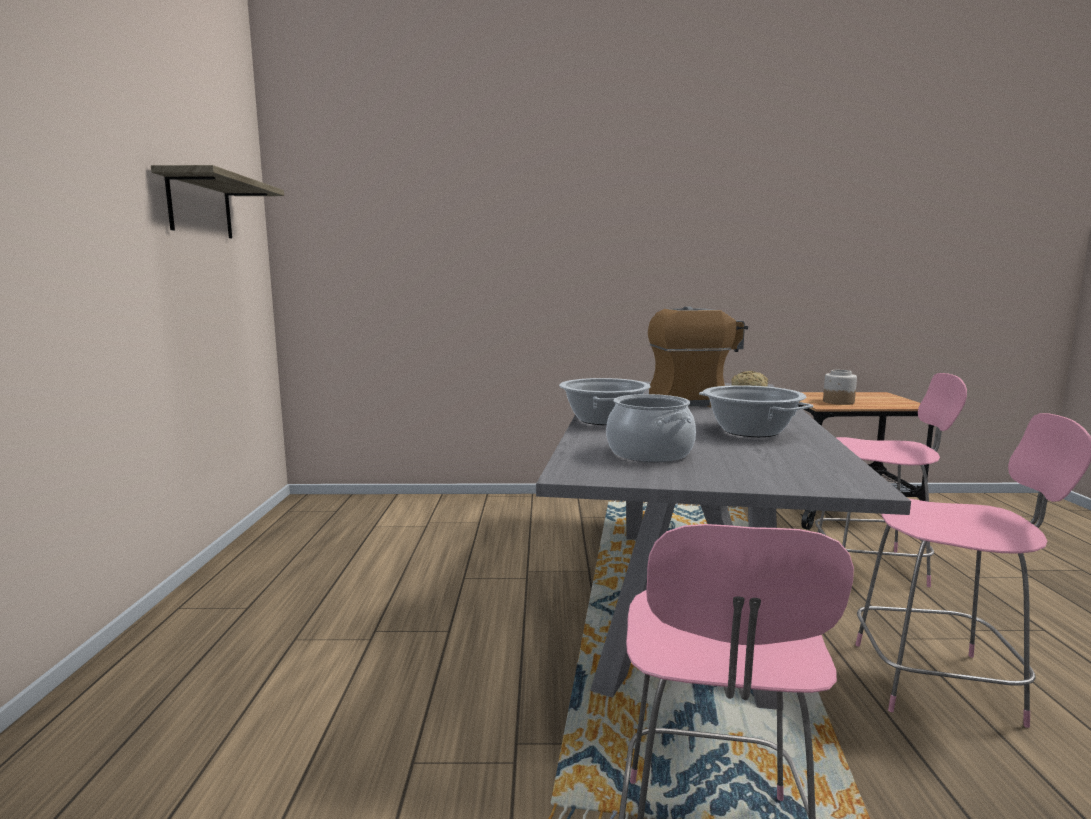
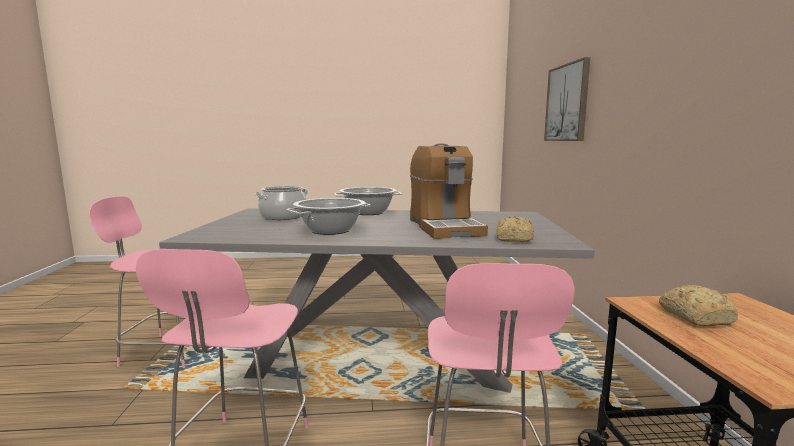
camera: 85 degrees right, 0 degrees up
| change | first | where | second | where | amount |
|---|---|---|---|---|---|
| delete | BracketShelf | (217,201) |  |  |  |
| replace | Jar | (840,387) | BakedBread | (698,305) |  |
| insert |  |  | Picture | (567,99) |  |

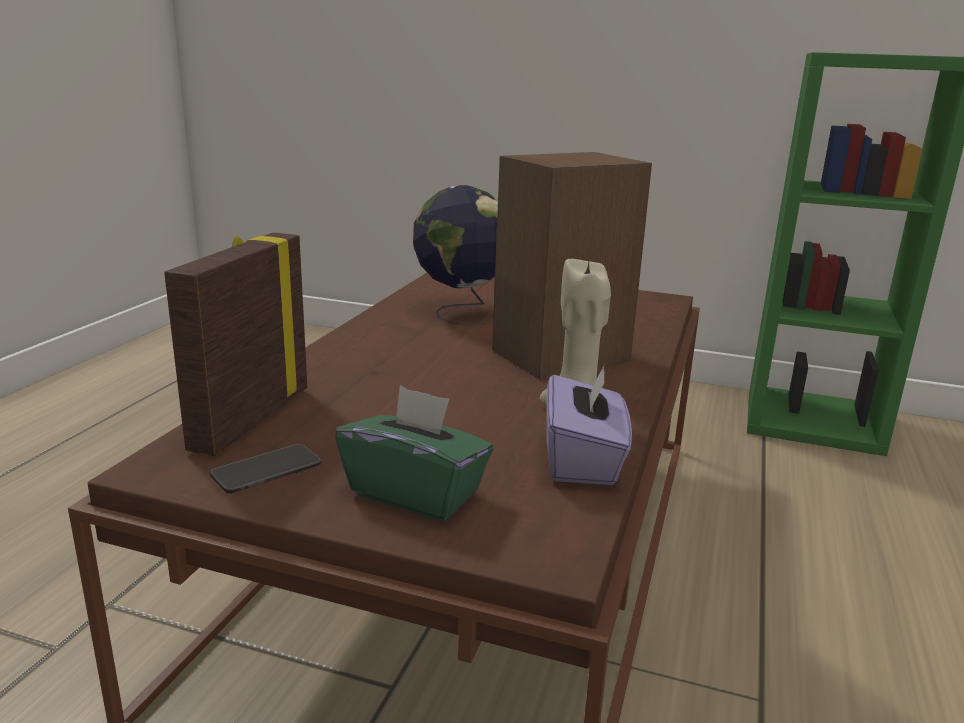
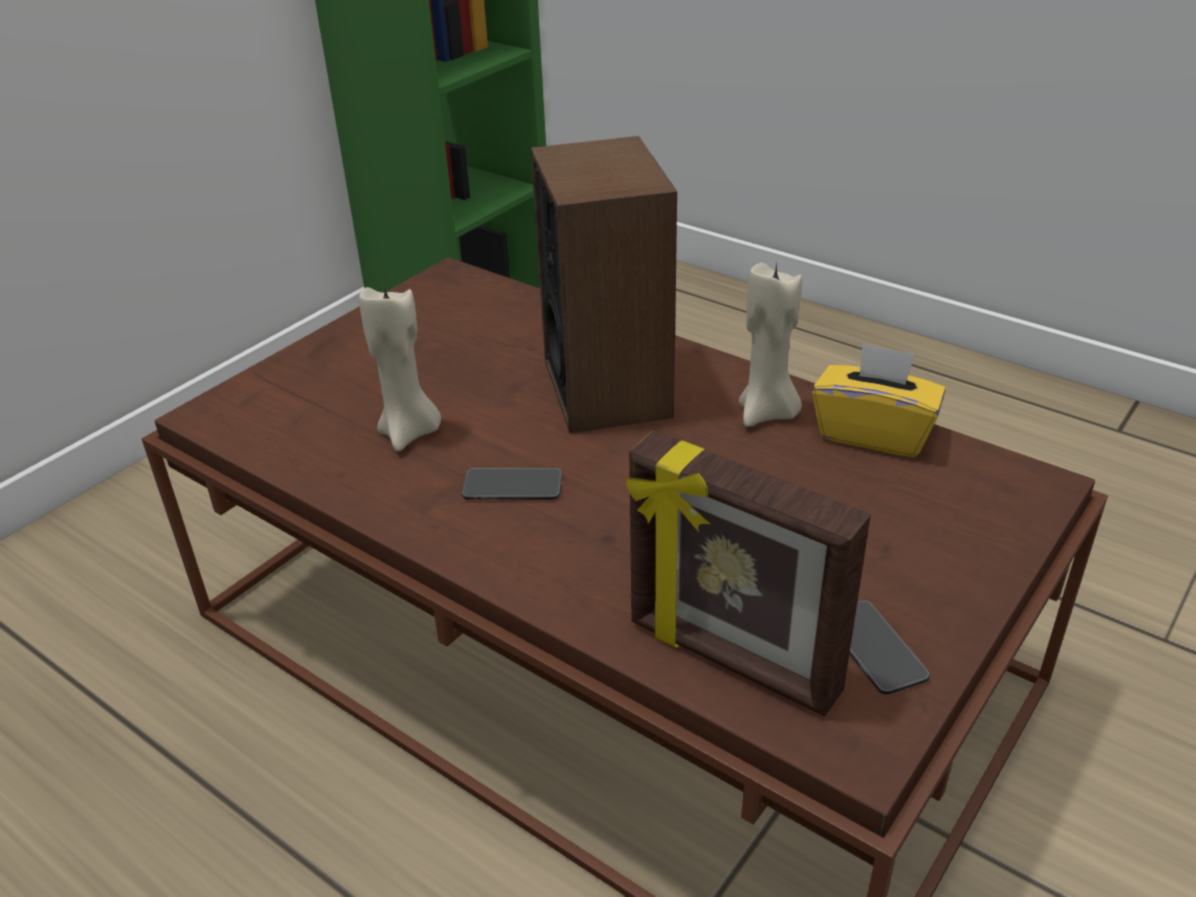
camera: 70 degrees left, 15 degrees up
| change | first | where | second | where | amount |
|---|---|---|---|---|---|
| delete | GreenishTissueHolder | (414,453) |  |  |  |
| replace | WorldGlobe | (455,255) | SandColouredCandle | (400,368) |  |
| recolor | PurpleTissueHolder | (589,424) | YellowColouredTissueHolder | (879,400) |  |
| insert |  |  | Telephone | (512,484) |  |

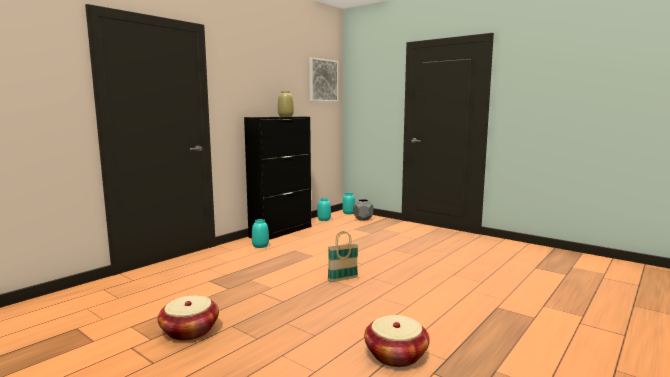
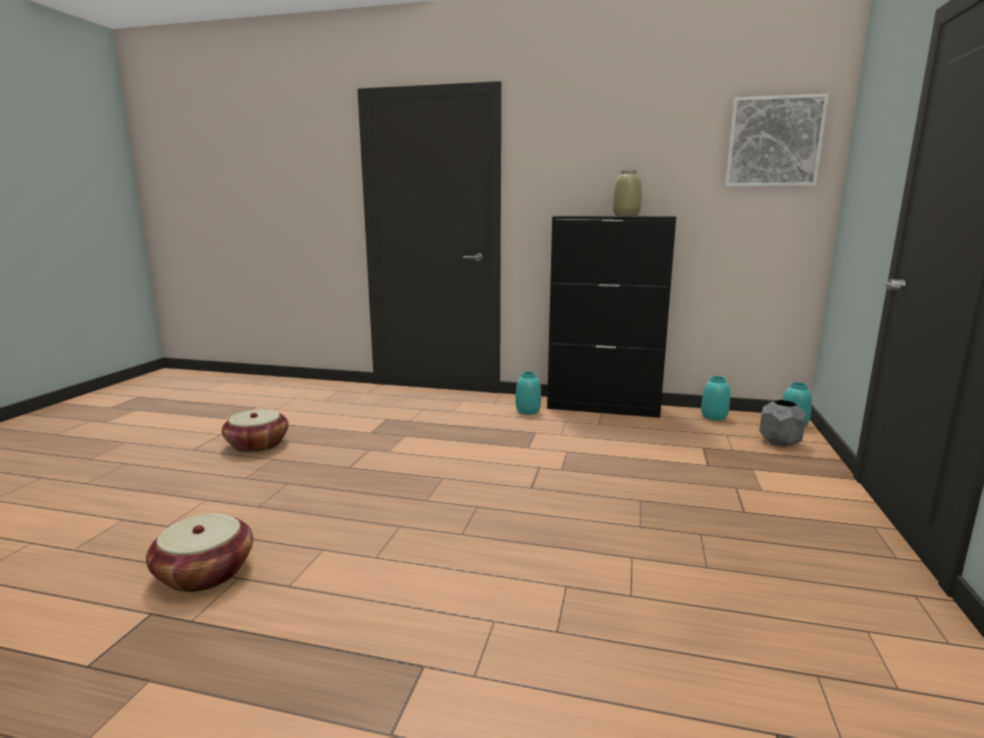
camera: 65 degrees right, 5 degrees up
| change | first | where | second | where | amount |
|---|---|---|---|---|---|
| delete | Basket | (343,256) |  |  |  |

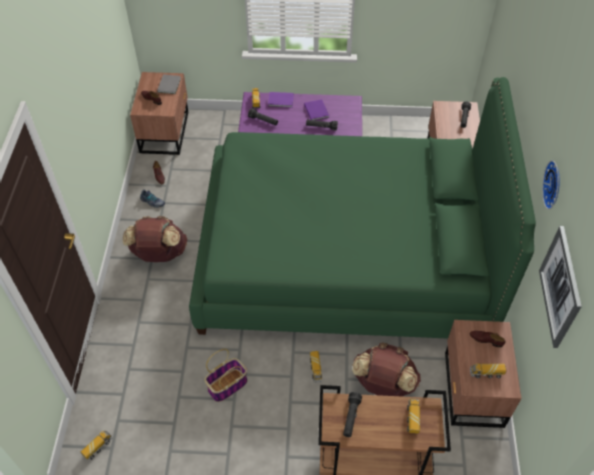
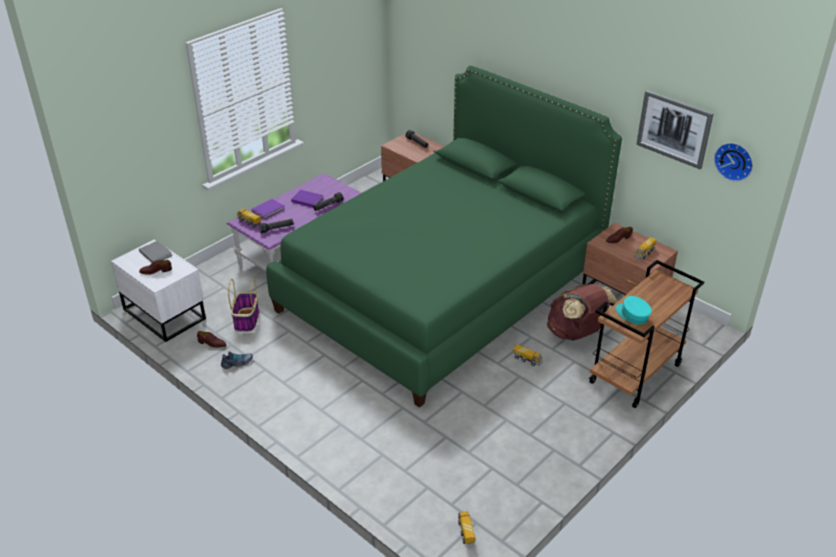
camera: 50 degrees left, 15 degrees down
| change | first | where | second | where | amount |
|---|---|---|---|---|---|
| delete | BrownishRucksack | (155,239) |  |  |  |
| recolor | BrownishBedsideTable | (159,113) | WhiteColouredBedsideTable | (158,291) |  |
| move | Basket | (226,375) |  | (243,305) |  |
| replace | BlackishHandTorch | (352,414) | BlueGreenCap | (634,310) |  |
| delete | ModelTruck | (413,416) |  |  |  |
| move | ClockOnTheWall | (551,184) |  | (733,162) |  |

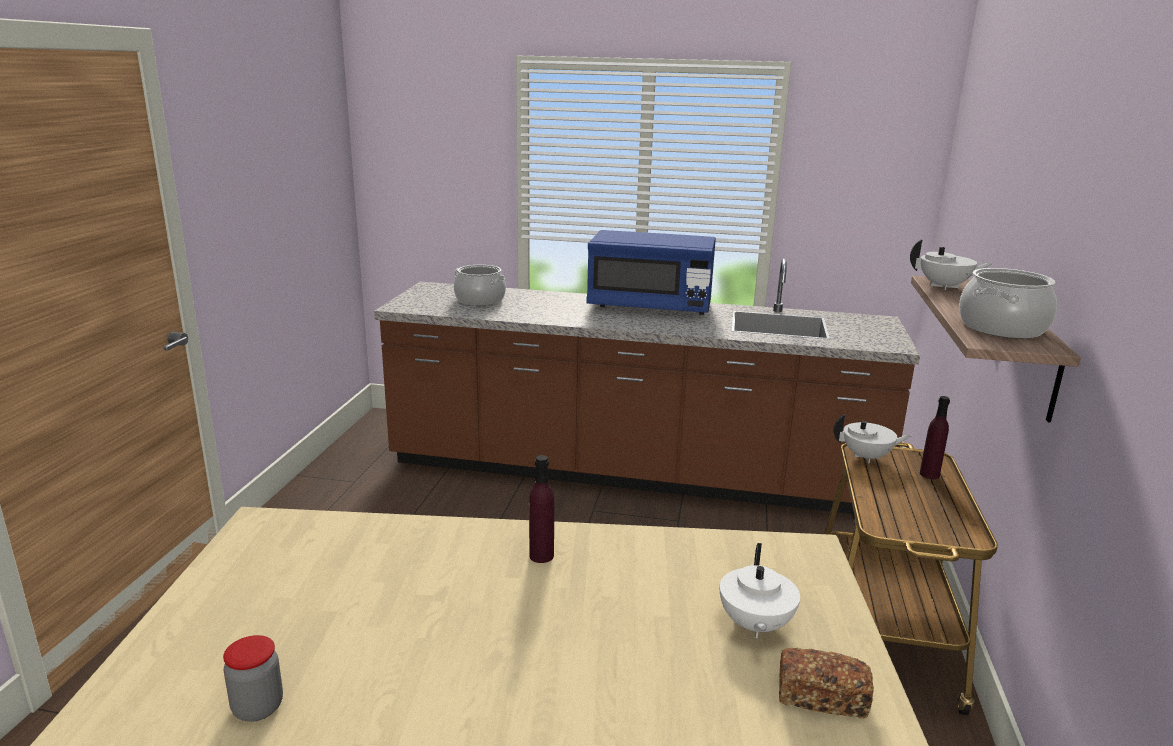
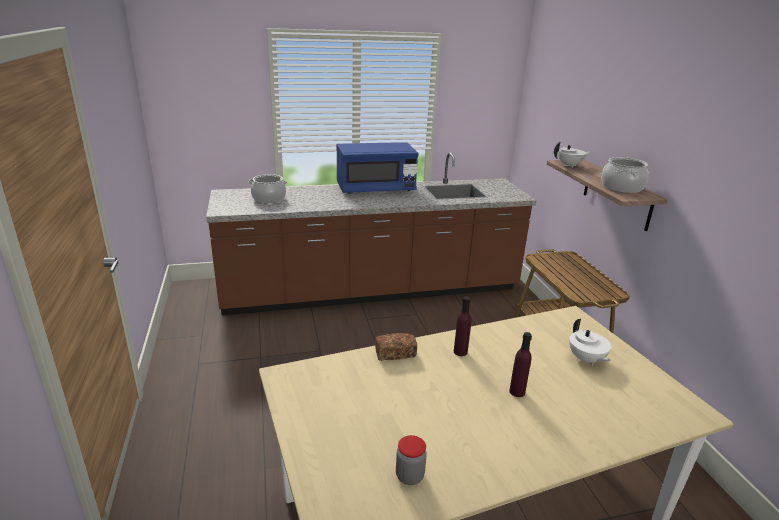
camera: 25 degrees left, 5 degrees up
| change | first | where | second | where | amount |
|---|---|---|---|---|---|
| move | BakedBread | (826,683) |  | (396,347) |  |
| delete | WhiteColouredTeaPot | (873,438) |  |  |  |
| move | PurpleBeverageBottle | (935,437) |  | (520,364) |  |

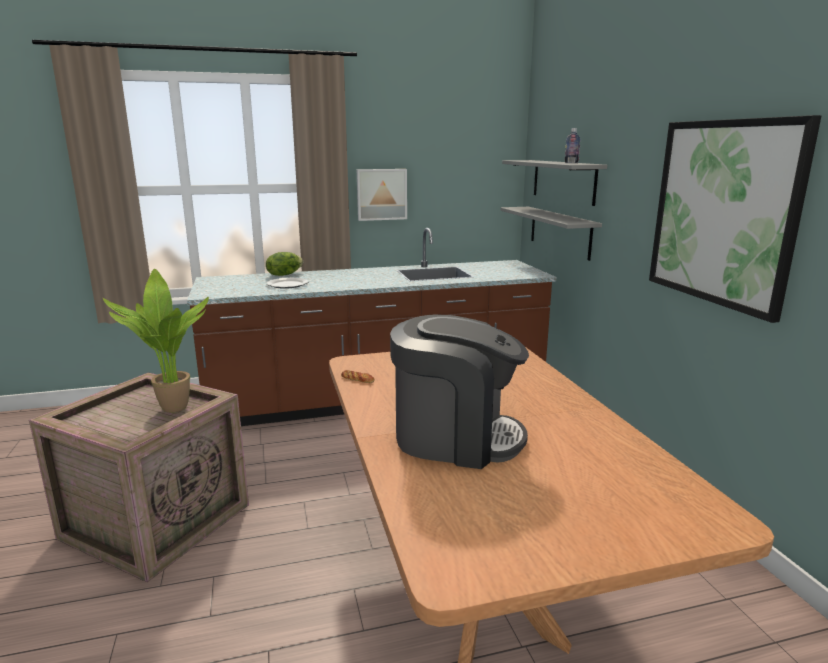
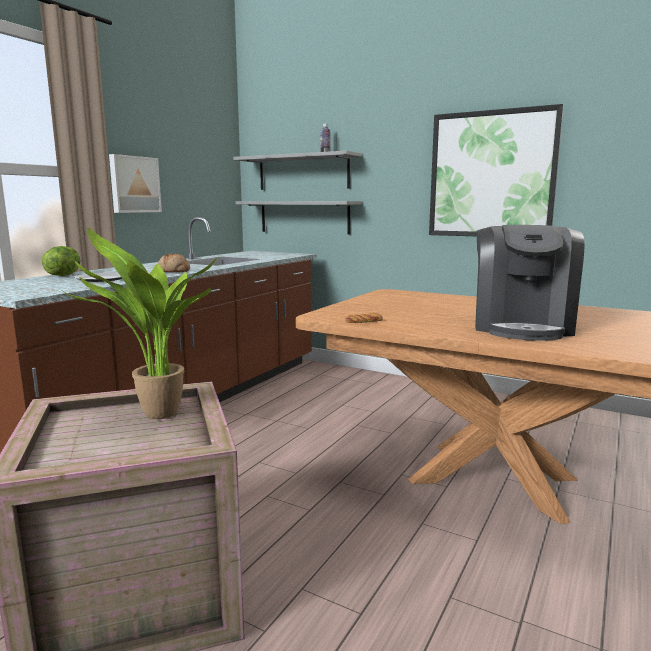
camera: 45 degrees left, 5 degrees down
| change | first | where | second | where | amount |
|---|---|---|---|---|---|
| rotate | CoffeeBrewer | (459,391) |  | (529,283) | 135 degrees clockwise |
| insert |  |  | BakedBread | (174,262) |  |

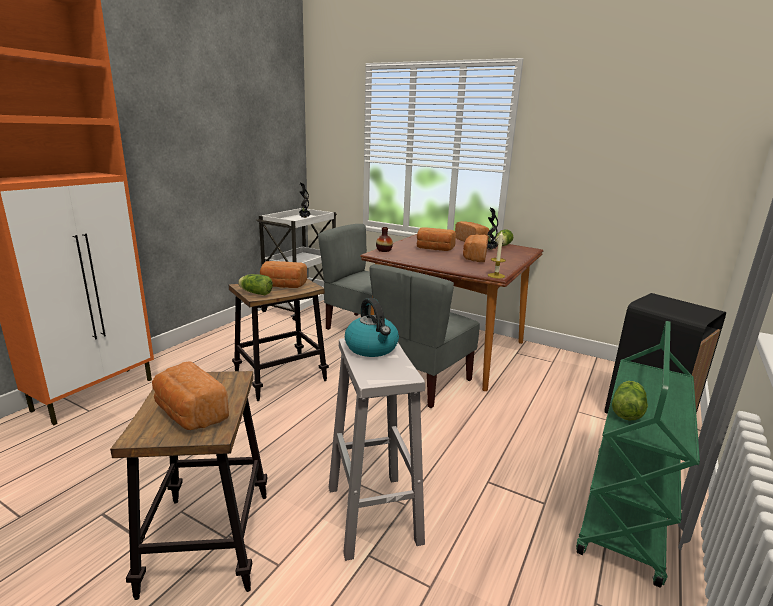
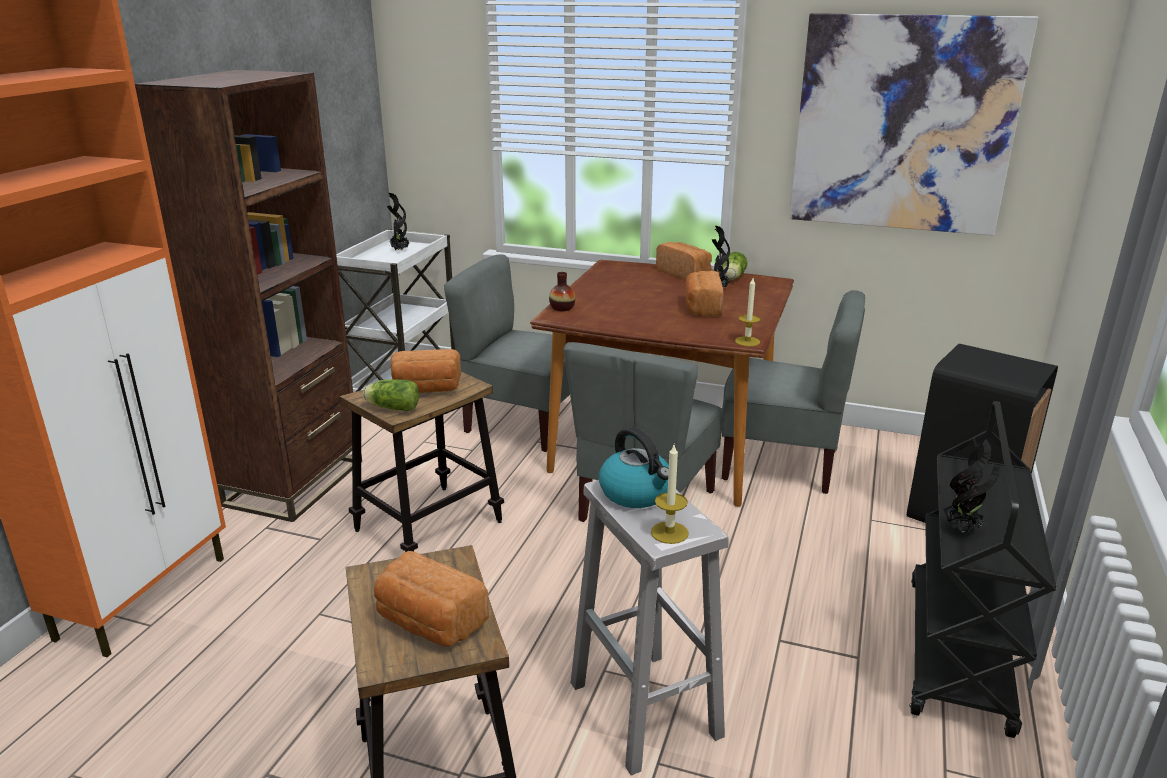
camera: 10 degrees left, 5 degrees up
| change | first | where | second | where | amount |
|---|---|---|---|---|---|
| delete | BakedBread | (436,239) |  |  |  |
| recolor | GreenishWheeledCart | (638,454) | BlackishWheeledCart | (983,569) |  |
| replace | HeadOfLettuce | (630,401) | Houseplant | (971,485) |  |
| insert |  |  | BrownishShelvingUnit | (248,296) |  |
| insert |  |  | Candle | (670,494) |  |
| insert |  |  | GreyishUprightChair | (793,392) |  |
| insert |  |  | Picture | (913,124) |  |

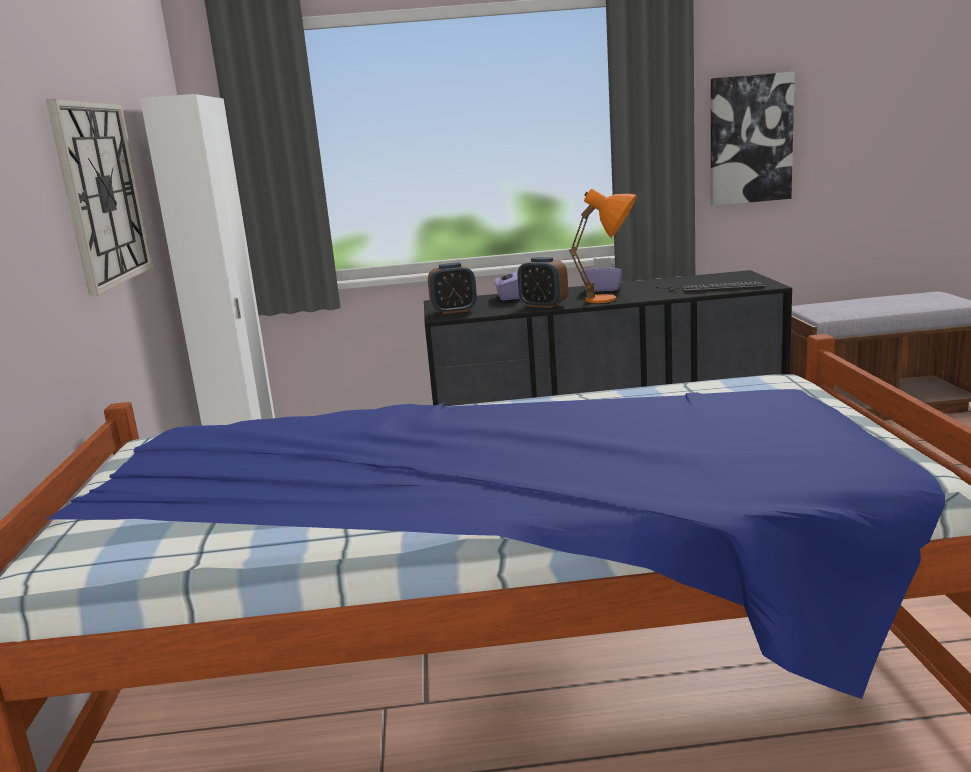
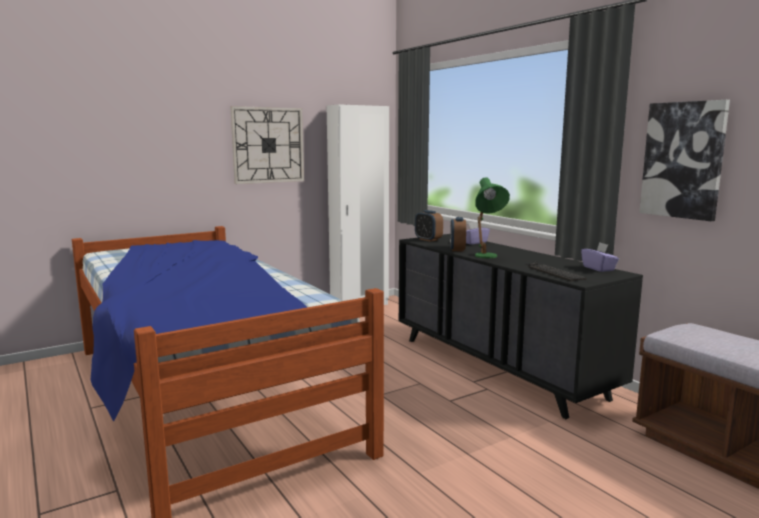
camera: 60 degrees right, 5 degrees down
| change | first | where | second | where | amount |
|---|---|---|---|---|---|
| recolor | OrangeyLampForATable | (603,245) | GreenishLampForATable | (492,217) |  |
| move | PurpleTissueHolder | (601,275) |  | (600,257) |  |

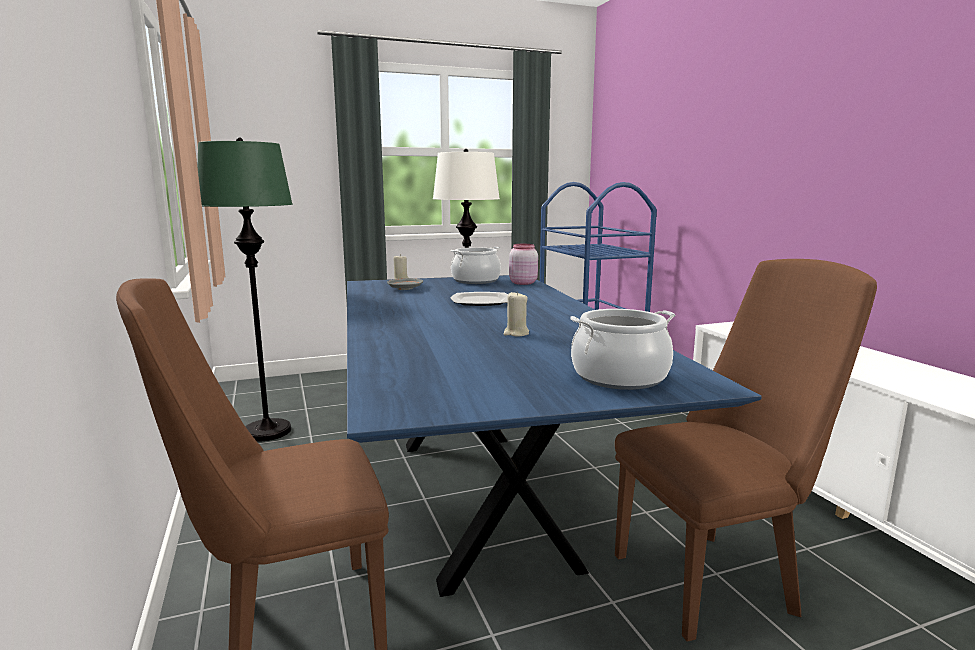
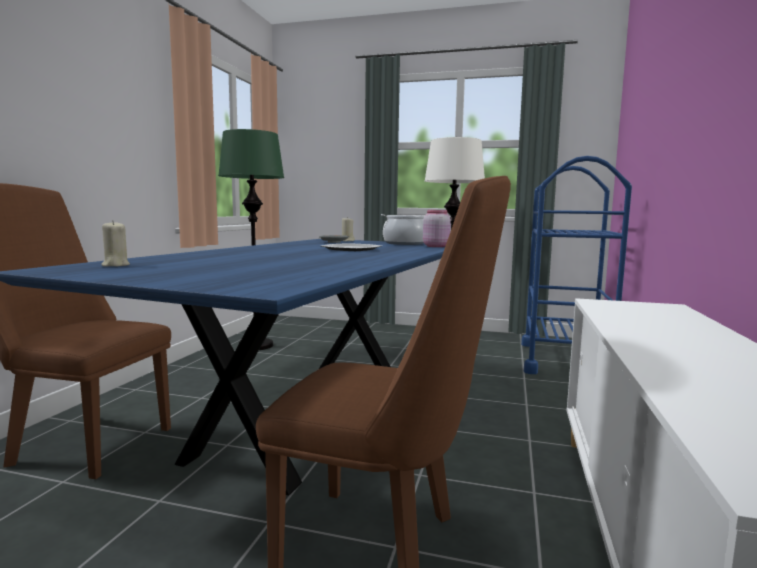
camera: 35 degrees right, 5 degrees down
| change | first | where | second | where | amount |
|---|---|---|---|---|---|
| move | SandColouredCandle | (516,313) |  | (115,243) |  |
| delete | Saucepot | (622,349) |  |  |  |

